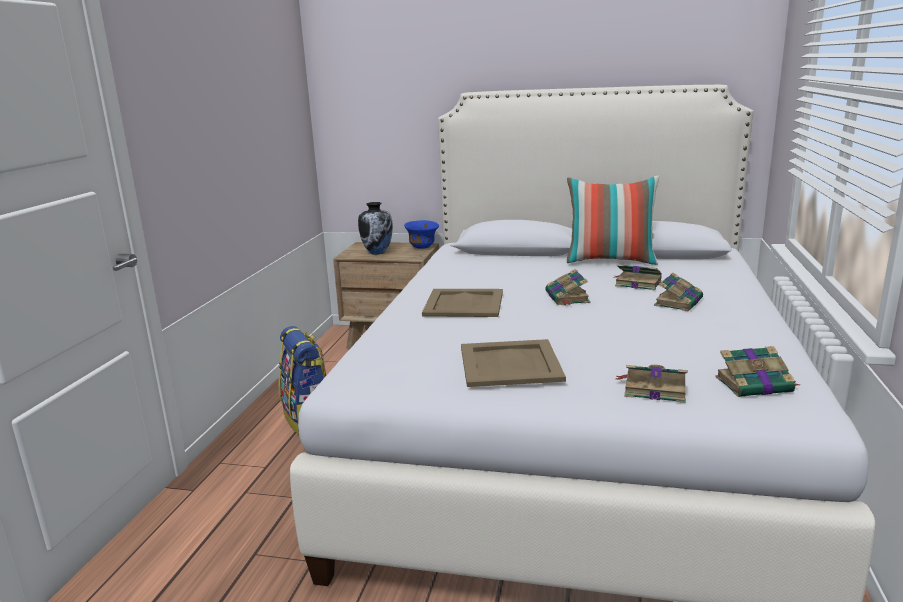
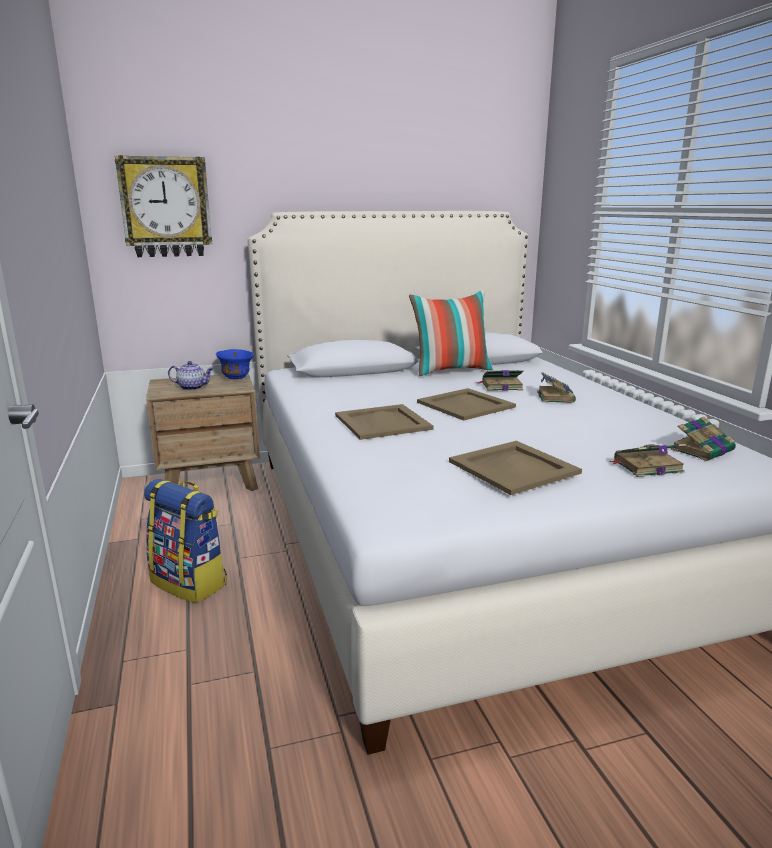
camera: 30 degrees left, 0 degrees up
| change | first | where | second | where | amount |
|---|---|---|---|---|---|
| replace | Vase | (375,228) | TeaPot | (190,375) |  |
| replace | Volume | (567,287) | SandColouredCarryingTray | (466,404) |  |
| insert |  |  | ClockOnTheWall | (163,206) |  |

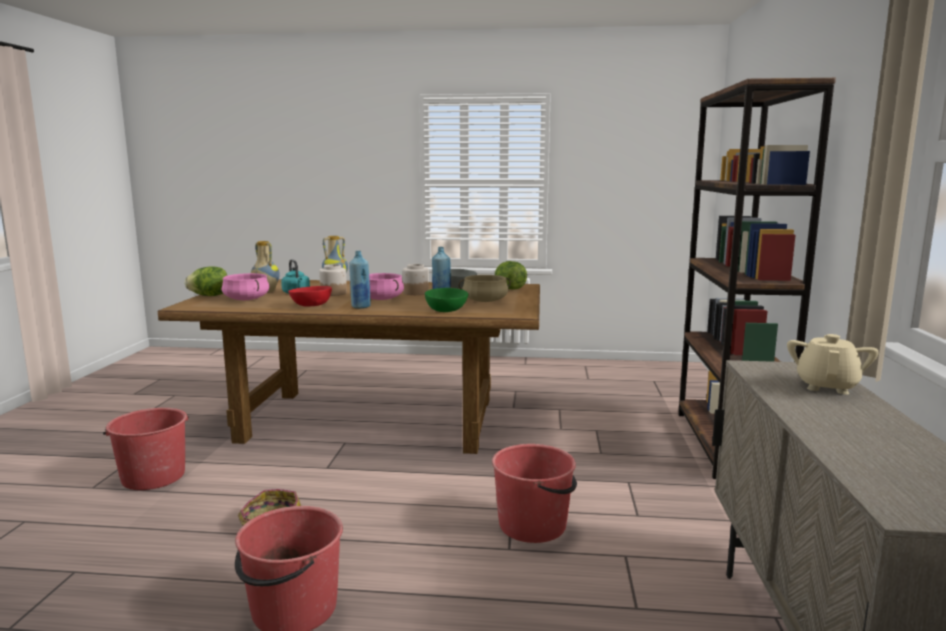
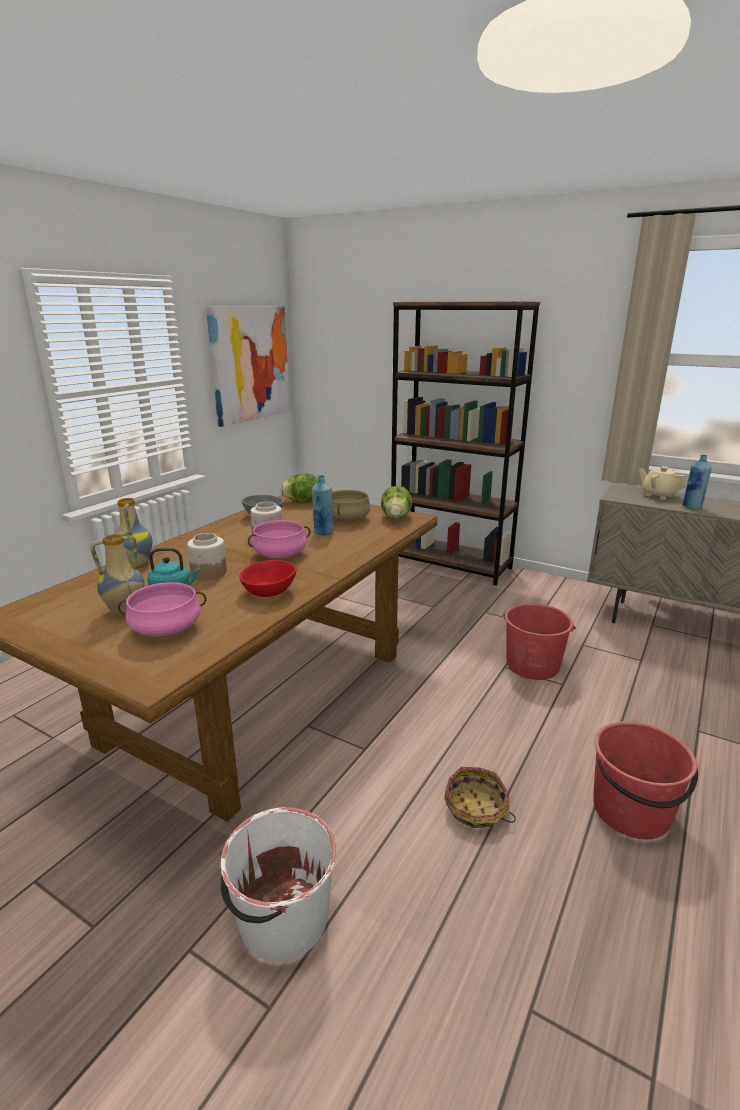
camera: 65 degrees left, 10 degrees up
| change | first | where | second | where | amount |
|---|---|---|---|---|---|
| recolor | RedColouredBucket | (146,449) | WhiteColouredBucket | (278,884) |  |
| move | HeadOfLettuce | (206,281) |  | (397,502) |  |
| move | BlueColouredBeverageBottle | (360,279) |  | (697,482) |  |
| delete | GreenishServingBowl | (446,300) |  |  |  |
| insert |  |  | Picture | (248,366) |  |

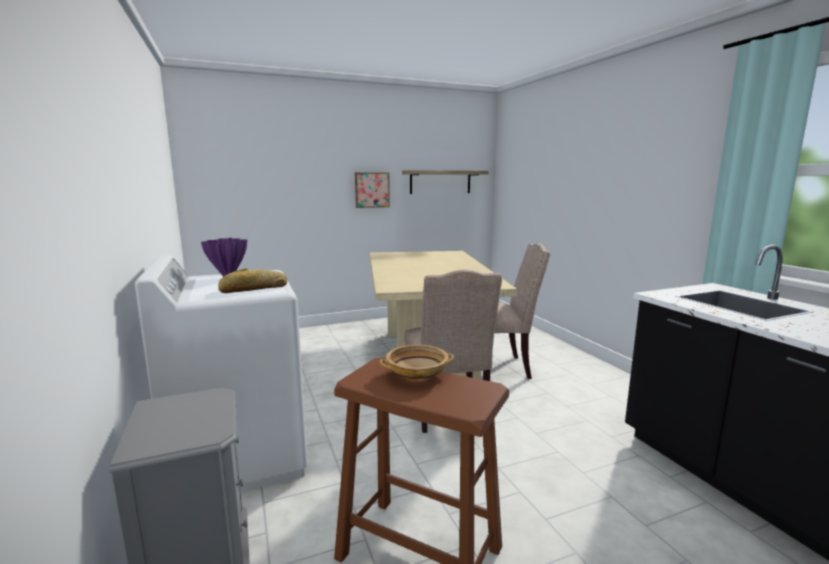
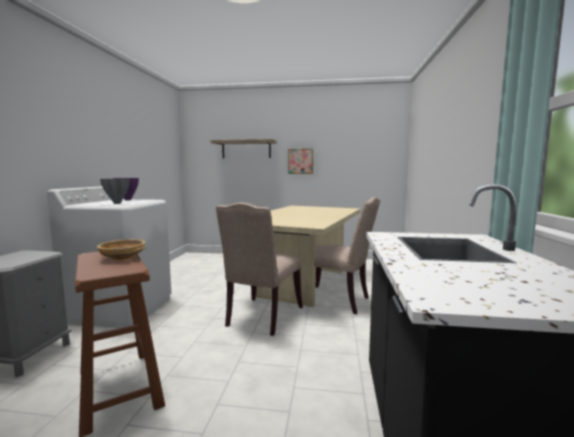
camera: 30 degrees right, 5 degrees down
| change | first | where | second | where | amount |
|---|---|---|---|---|---|
| replace | BakedBread | (252,280) | GreyishVase | (115,191) |  |
| move | BracketShelf | (445,182) |  | (243,148) |  |

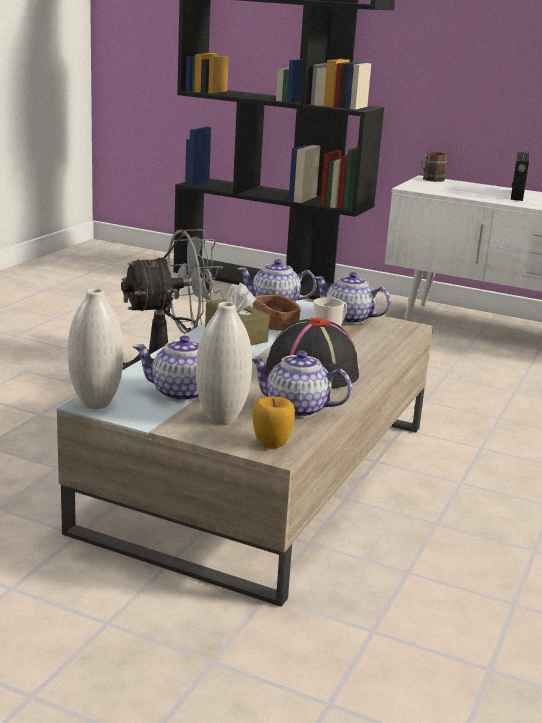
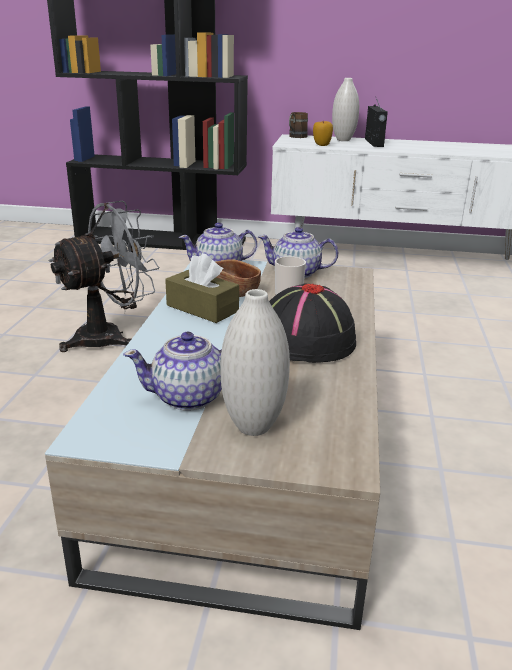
camera: 15 degrees left, 5 degrees up
| change | first | where | second | where | amount |
|---|---|---|---|---|---|
| move | WhiteColouredVase | (95,348) |  | (345,109) |  |
| delete | TeaPot | (302,384) |  |  |  |
| move | Apple | (274,422) |  | (323,133) |  |

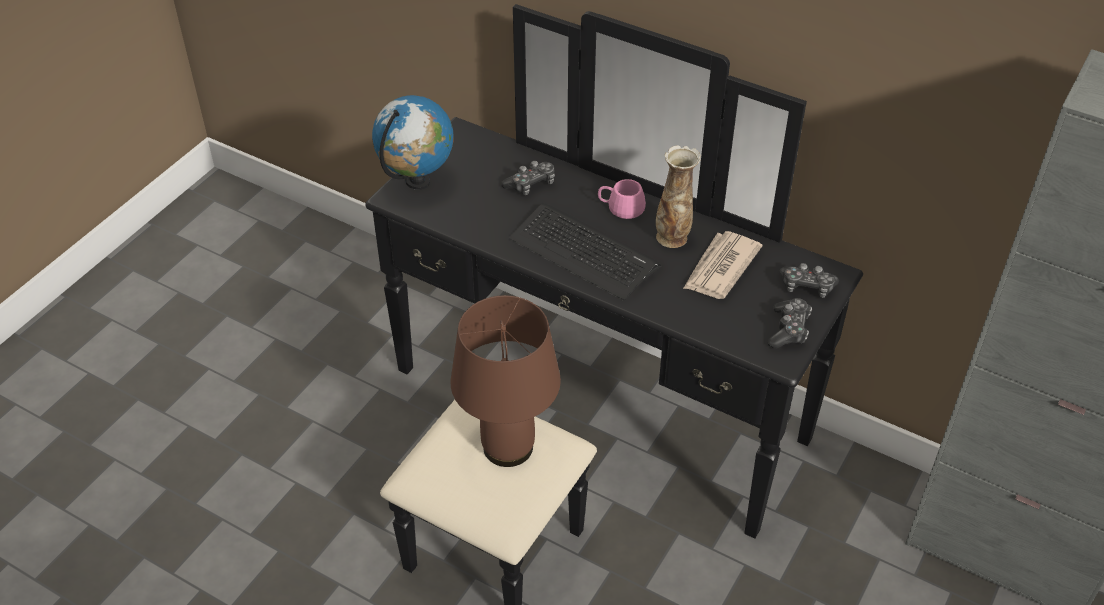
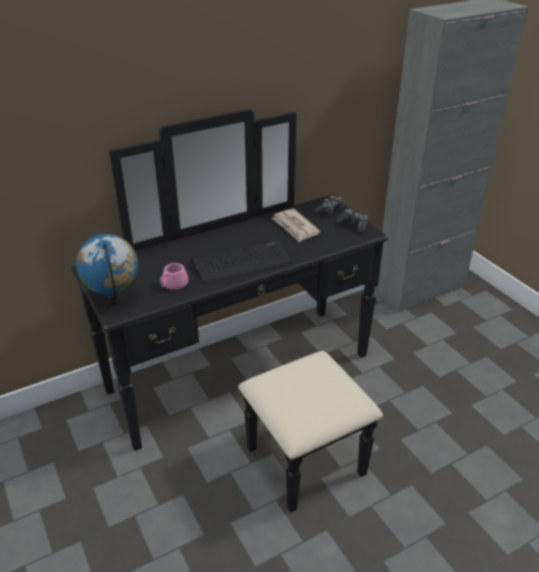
camera: 60 degrees left, 10 degrees down
| change | first | where | second | where | amount |
|---|---|---|---|---|---|
| delete | BrownishLampForATable | (505,381) |  |  |  |
| delete | Joypad | (528,178) |  |  |  |
| move | PinkishCoffeeMug | (622,199) |  | (171,276) |  |
| delete | Vase | (678,196) |  |  |  |

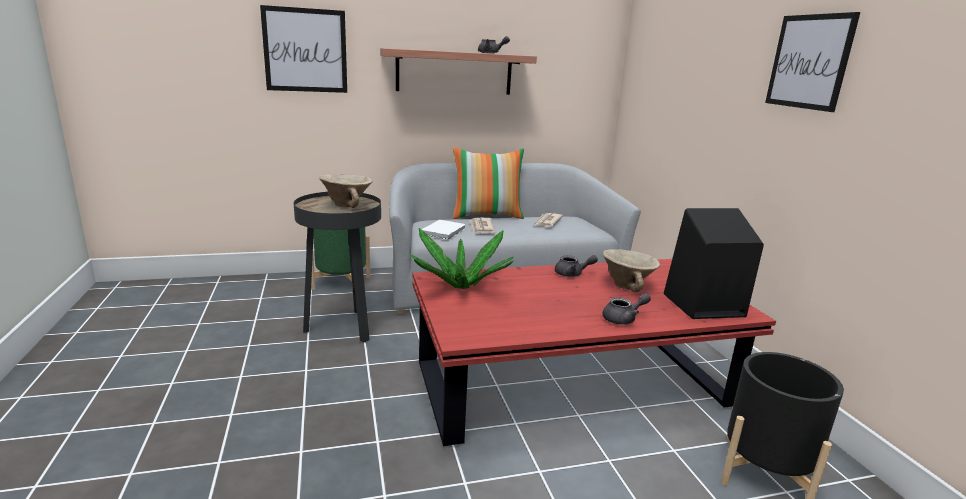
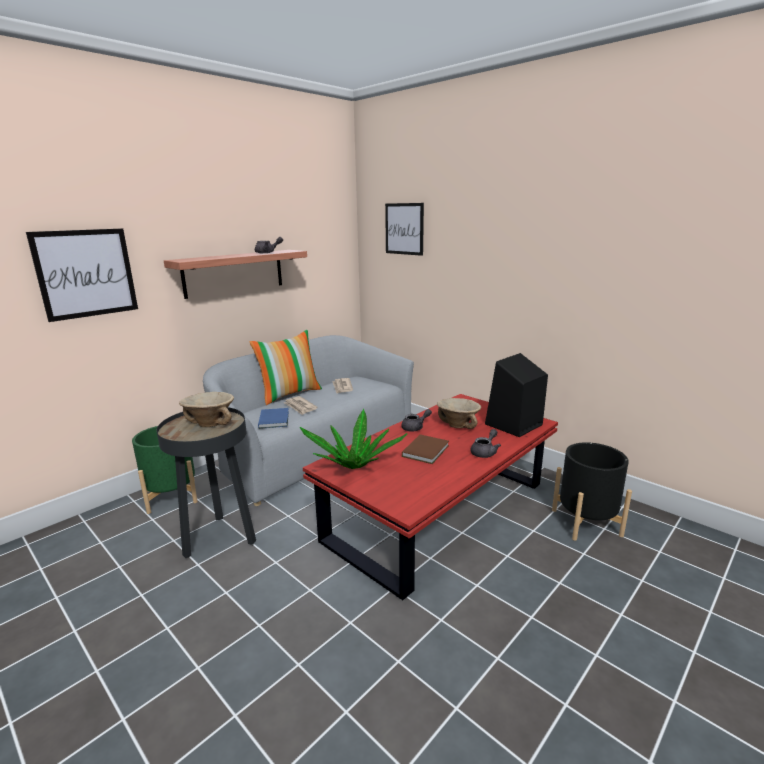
camera: 30 degrees left, 0 degrees up
| change | first | where | second | where | amount |
|---|---|---|---|---|---|
| recolor | WhiteColouredVolume | (443,230) | BlueColouredVolume | (273,418) |  |
| move | Picture | (813,62) |  | (404,229) |  |
| insert |  |  | BrownishVolume | (425,449) |  |

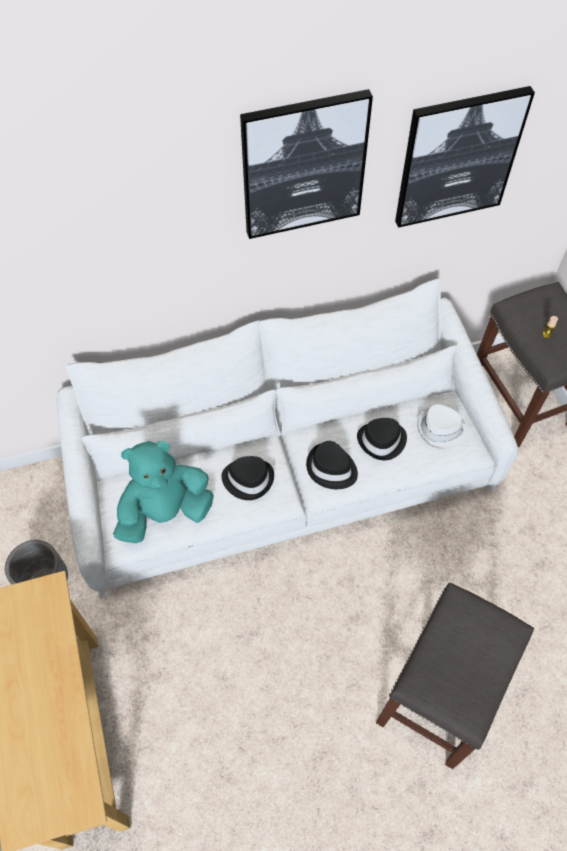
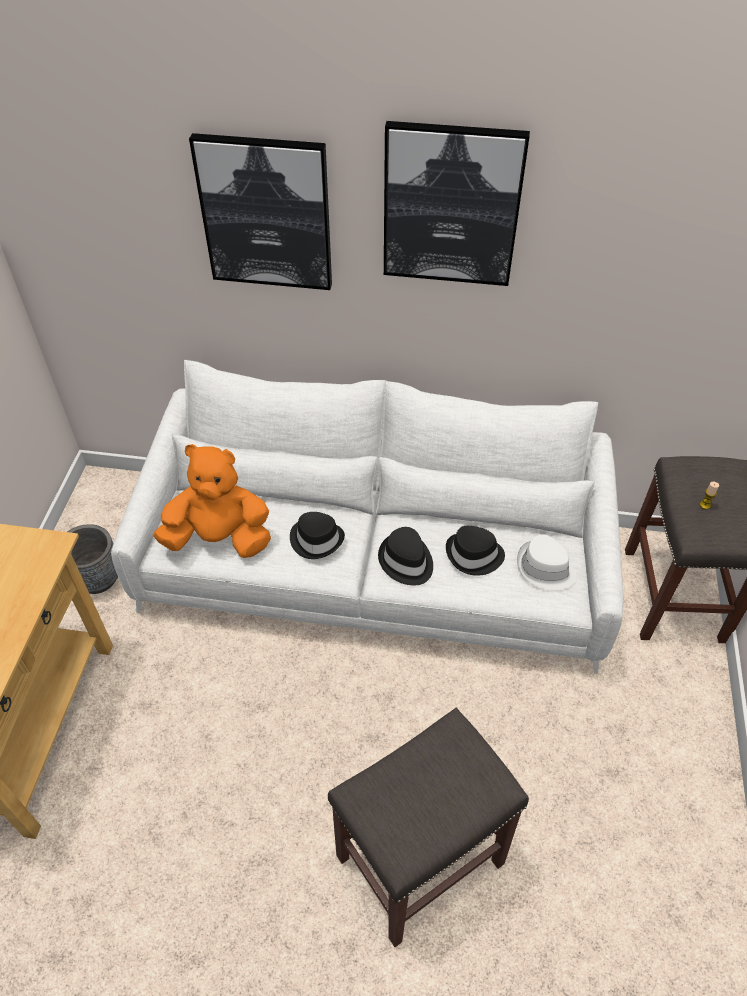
camera: 25 degrees right, 10 degrees down
| change | first | where | second | where | amount |
|---|---|---|---|---|---|
| recolor | BlueGreenCuddlyToy | (163,492) | OrangeyCuddlyToy | (212,501) |  |
| move | Picture | (465,157) |  | (260,211) |  |

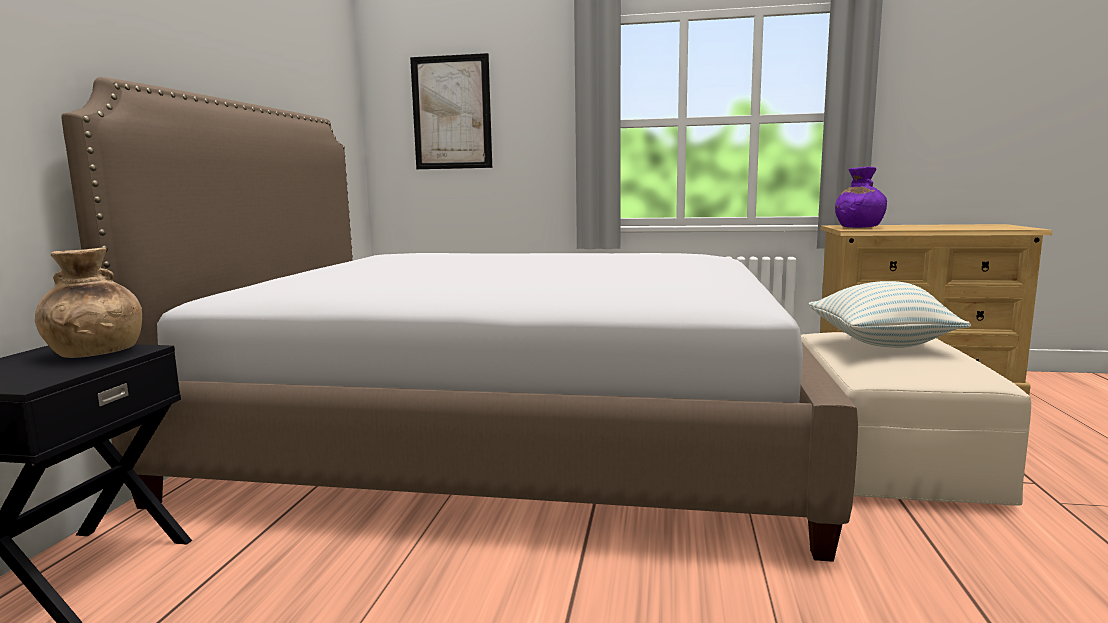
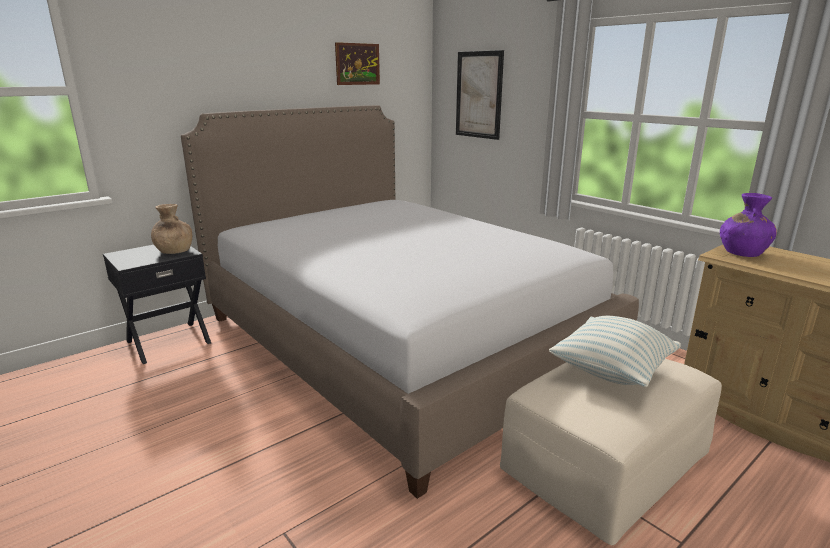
camera: 40 degrees right, 10 degrees up
| change | first | where | second | where | amount |
|---|---|---|---|---|---|
| insert |  |  | Picture | (357,63) |  |

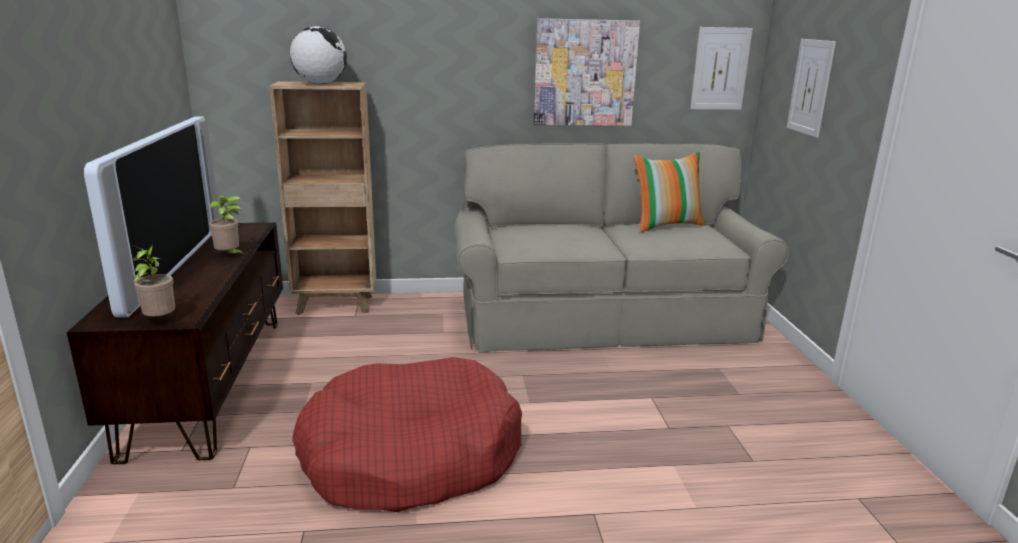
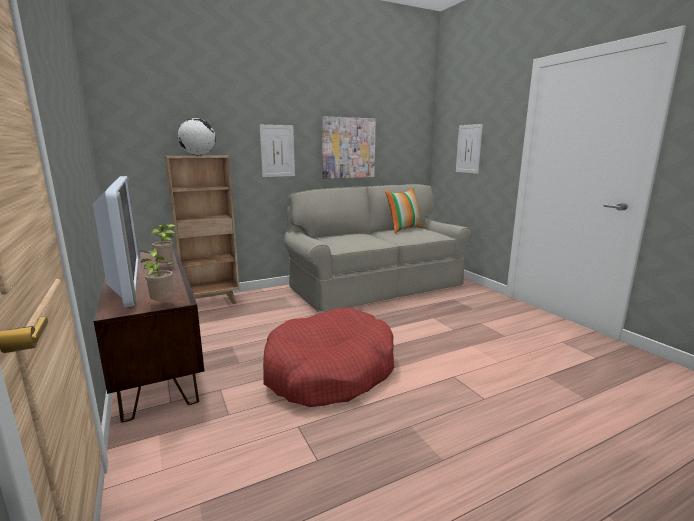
camera: 20 degrees left, 5 degrees down
| change | first | where | second | where | amount |
|---|---|---|---|---|---|
| move | Picture | (721,68) |  | (277,151) |  |

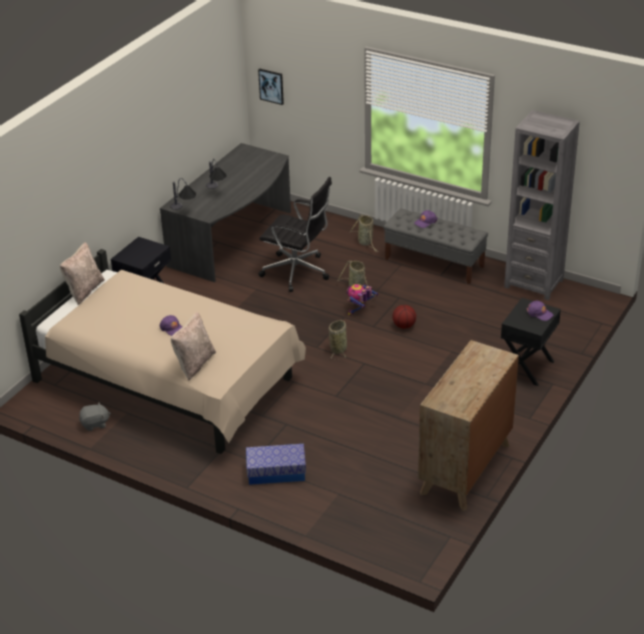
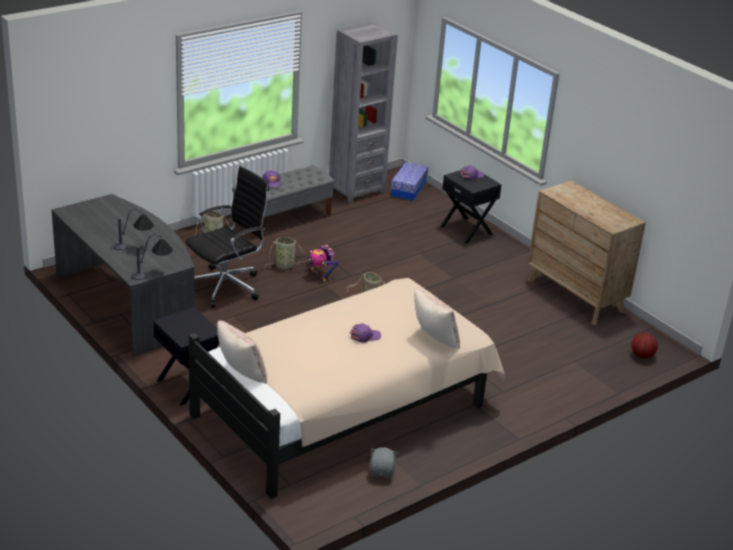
camera: 70 degrees left, 5 degrees down
| change | first | where | second | where | amount |
|---|---|---|---|---|---|
| move | StorageContainer | (276,464) |  | (409,181) |  |
| delete | Picture | (271,87) |  |  |  |
| move | BallForBasketball | (404,317) |  | (645,345) |  |

